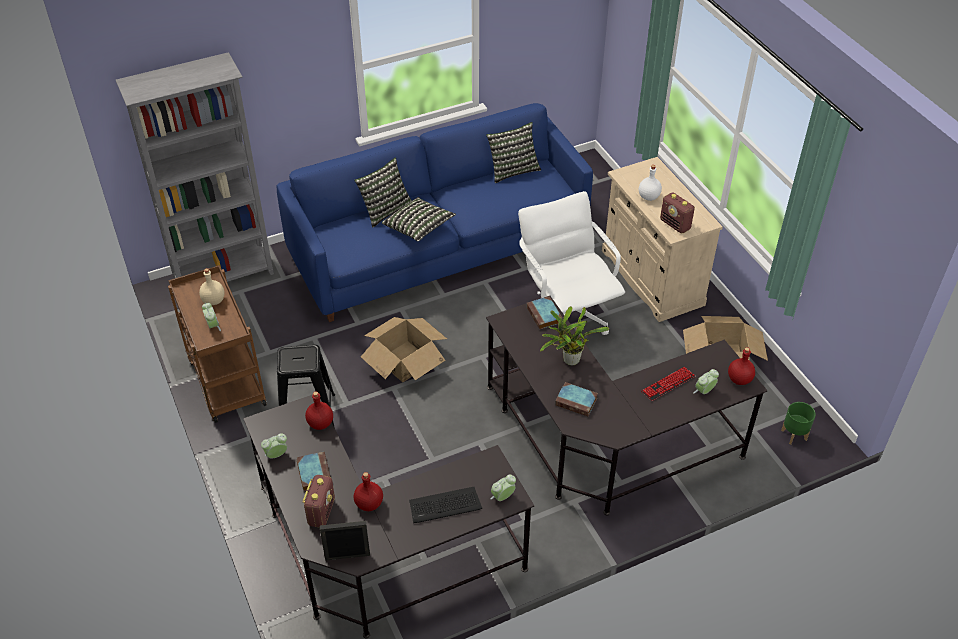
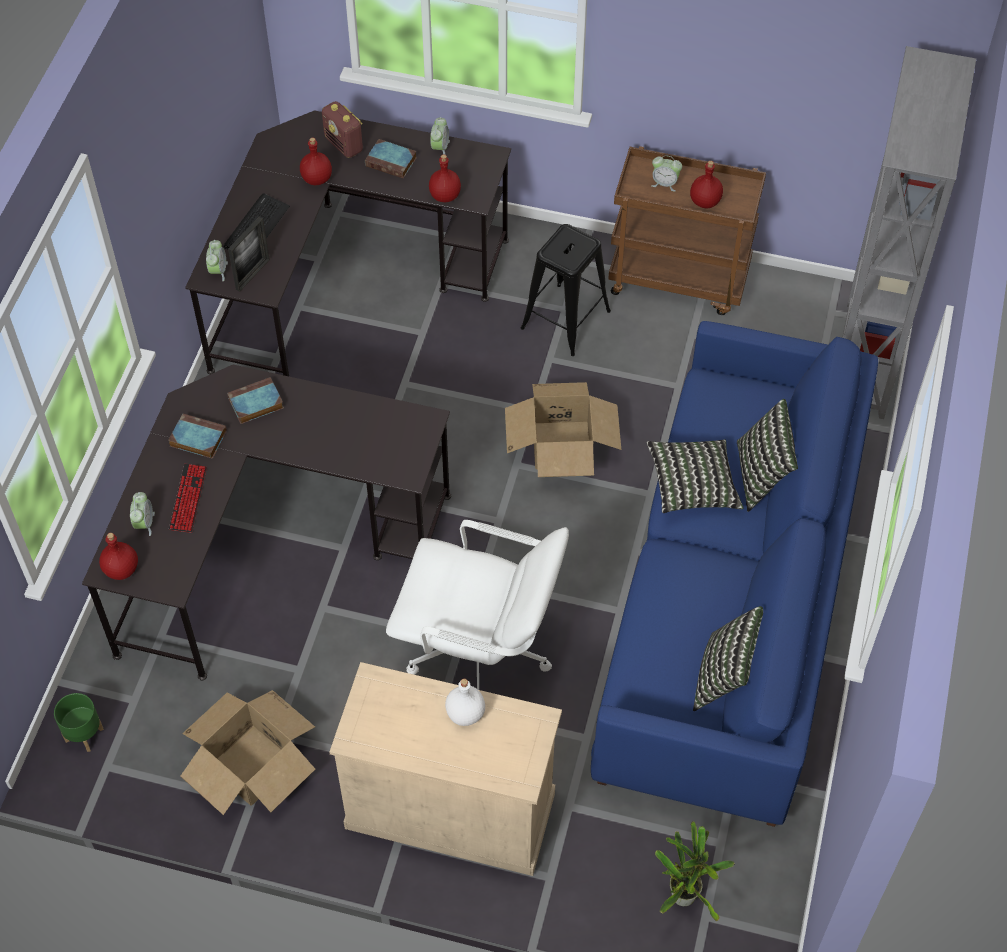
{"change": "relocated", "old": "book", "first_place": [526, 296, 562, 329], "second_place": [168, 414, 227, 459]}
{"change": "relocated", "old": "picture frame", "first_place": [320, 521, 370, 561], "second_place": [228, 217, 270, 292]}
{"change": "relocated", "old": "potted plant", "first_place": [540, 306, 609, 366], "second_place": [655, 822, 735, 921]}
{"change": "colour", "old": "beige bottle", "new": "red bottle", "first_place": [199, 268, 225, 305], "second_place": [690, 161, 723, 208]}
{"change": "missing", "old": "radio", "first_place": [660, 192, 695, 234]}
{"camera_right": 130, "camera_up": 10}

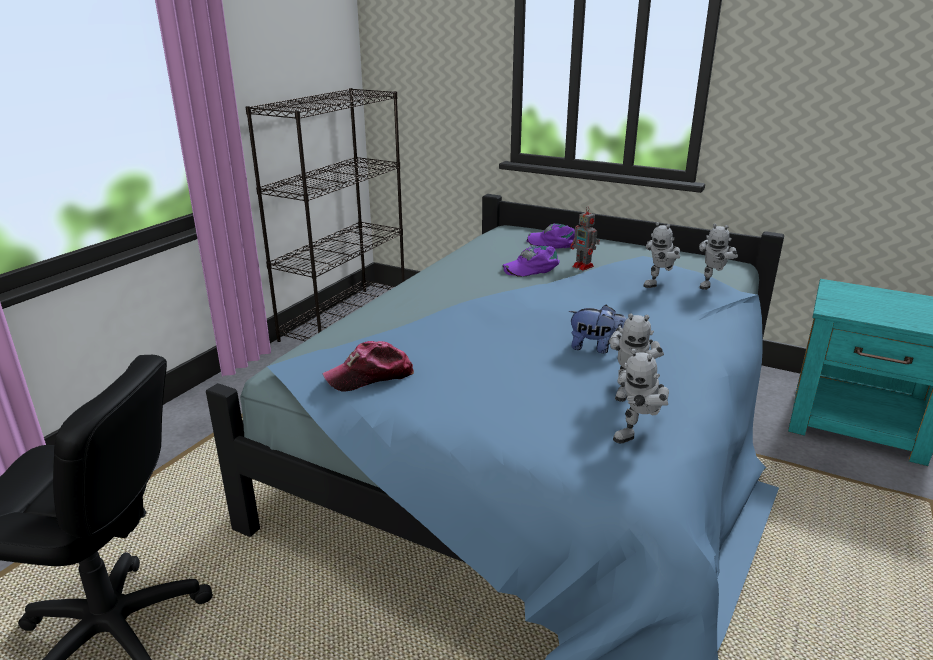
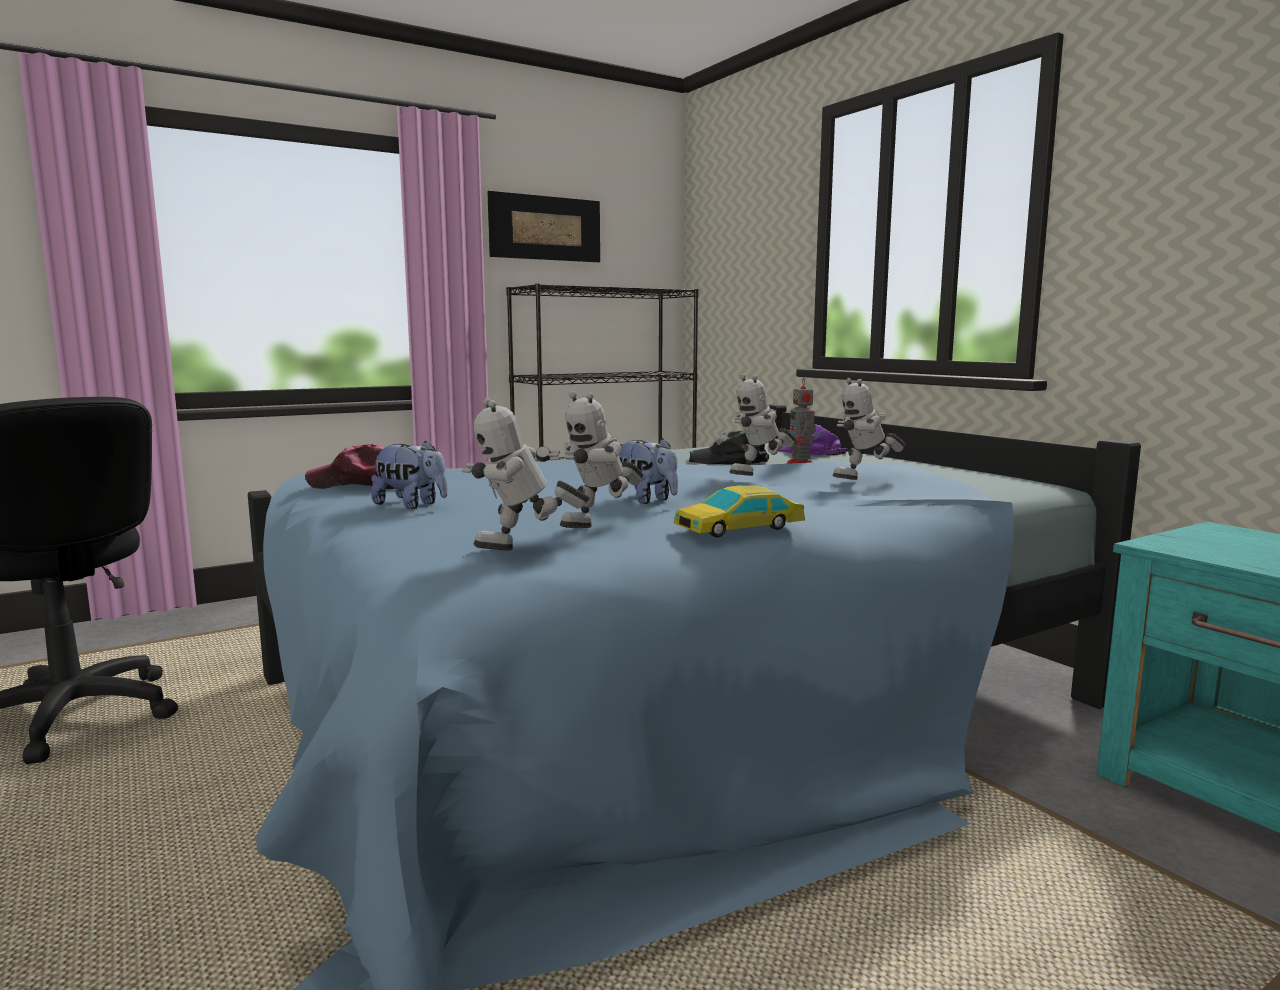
{"change": "appeared", "new": "plush toy", "second_place": [371, 441, 448, 509]}
{"change": "appeared", "new": "picture", "second_place": [487, 191, 600, 262]}
{"change": "appeared", "new": "toy car", "second_place": [674, 485, 805, 538]}
{"change": "colour", "old": "purple cap", "new": "black cap", "first_place": [503, 246, 560, 277], "second_place": [689, 431, 769, 464]}
{"change": "relocated", "old": "toy robot", "first_place": [699, 224, 738, 290], "second_place": [730, 374, 796, 476]}
{"camera_right": 30, "camera_up": -15}

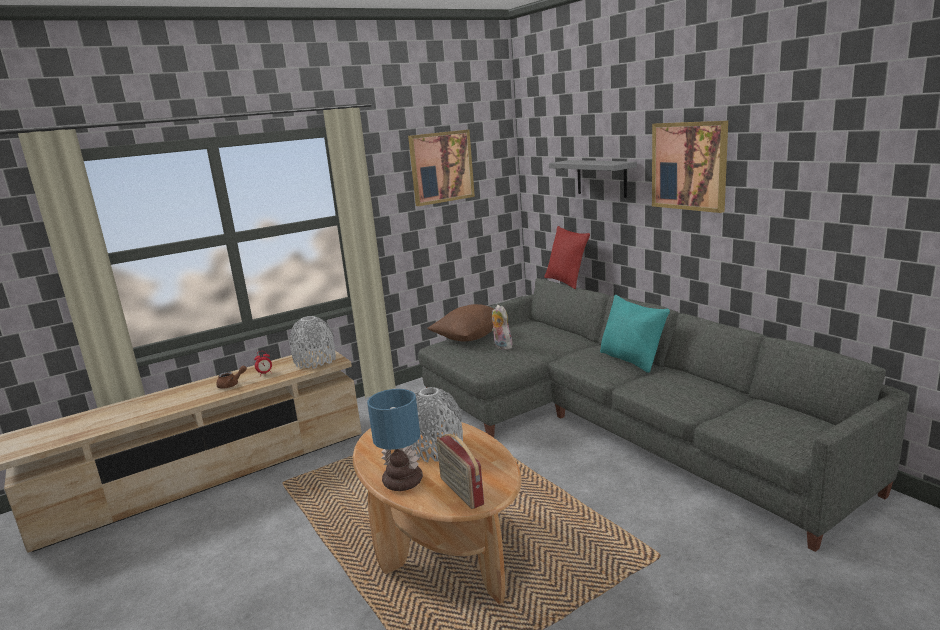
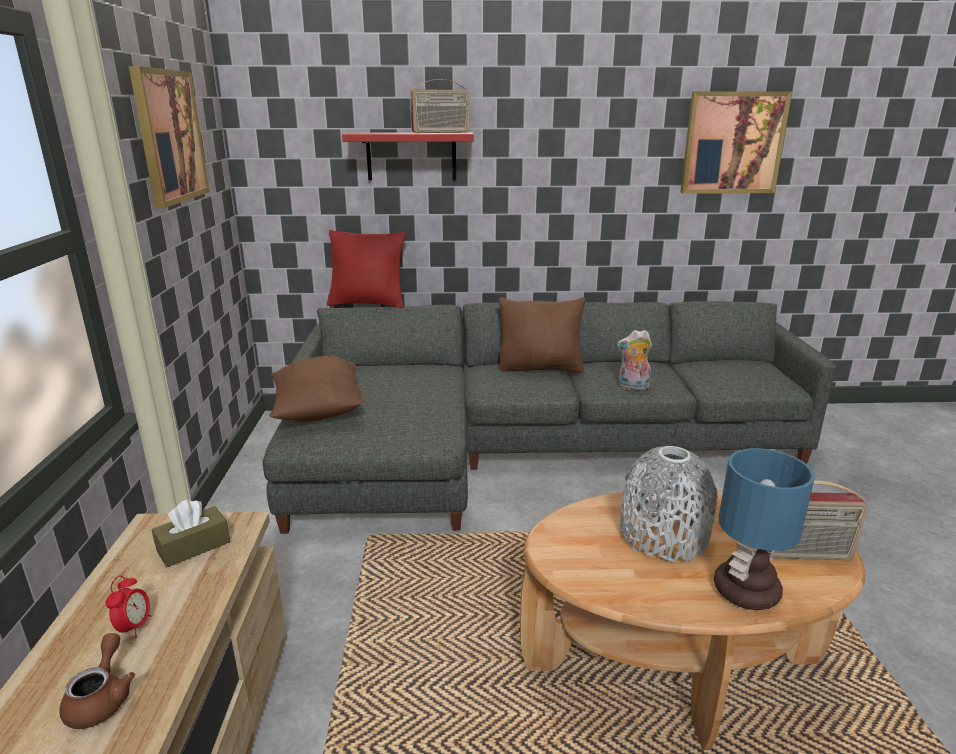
{"change": "exchanged", "old": "grey vase", "new": "brown tissue box", "first_place": [289, 316, 336, 369], "second_place": [152, 500, 230, 567]}
{"change": "colour", "old": "grey shelf", "new": "red shelf", "first_place": [549, 160, 637, 198], "second_place": [342, 132, 474, 180]}
{"change": "appeared", "new": "radio", "second_place": [410, 79, 470, 133]}
{"change": "colour", "old": "turquoise pillow", "new": "brown pillow", "first_place": [600, 295, 670, 373], "second_place": [499, 297, 586, 373]}
{"change": "relocated", "old": "plush toy", "first_place": [492, 305, 512, 350], "second_place": [617, 330, 652, 390]}
{"change": "relocated", "old": "picture", "first_place": [652, 121, 728, 213], "second_place": [680, 91, 792, 194]}
{"camera_right": -60, "camera_up": 5}

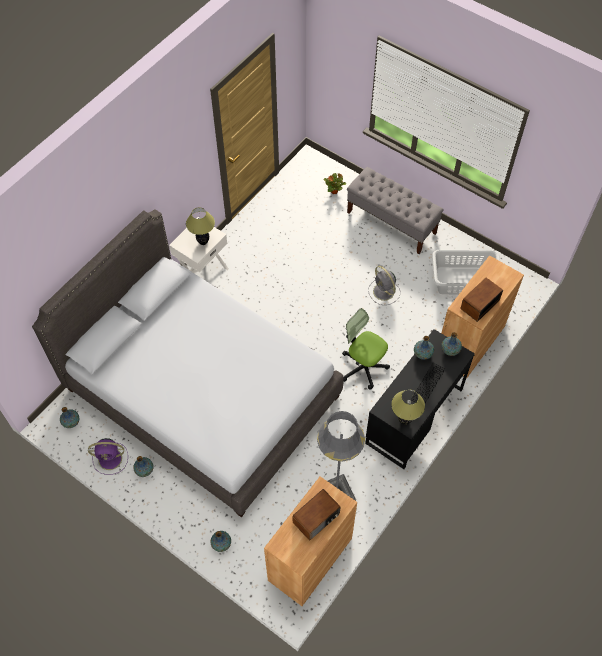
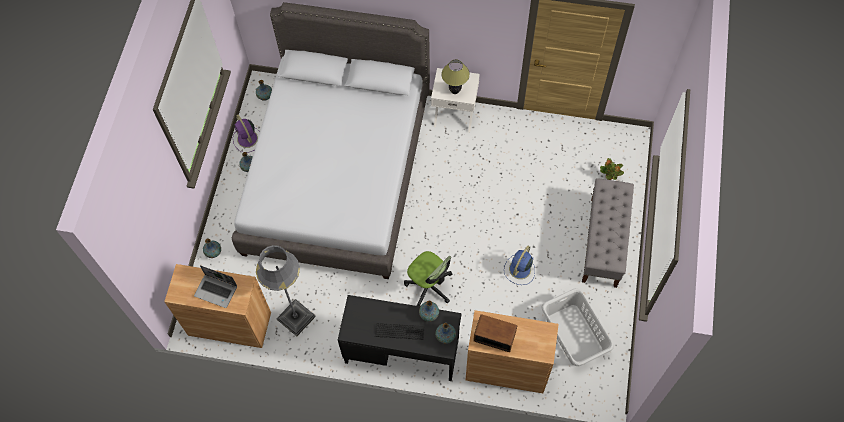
{"change": "exchanged", "old": "radio", "new": "laptop", "first_place": [292, 489, 341, 541], "second_place": [194, 265, 237, 308]}
{"change": "spun", "old": "office chair", "first_place": [342, 308, 390, 389], "second_place": [404, 251, 452, 306], "degrees": 120}
{"change": "colour", "old": "grey fan", "new": "blue fan", "first_place": [368, 266, 401, 305], "second_place": [504, 246, 535, 285]}
{"change": "missing", "old": "table lamp", "first_place": [391, 389, 425, 425]}
{"camera_right": 65, "camera_up": 5}

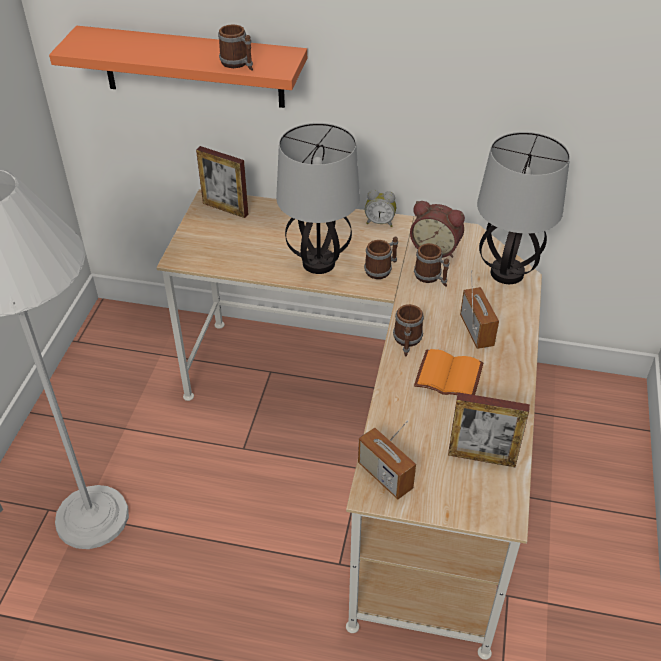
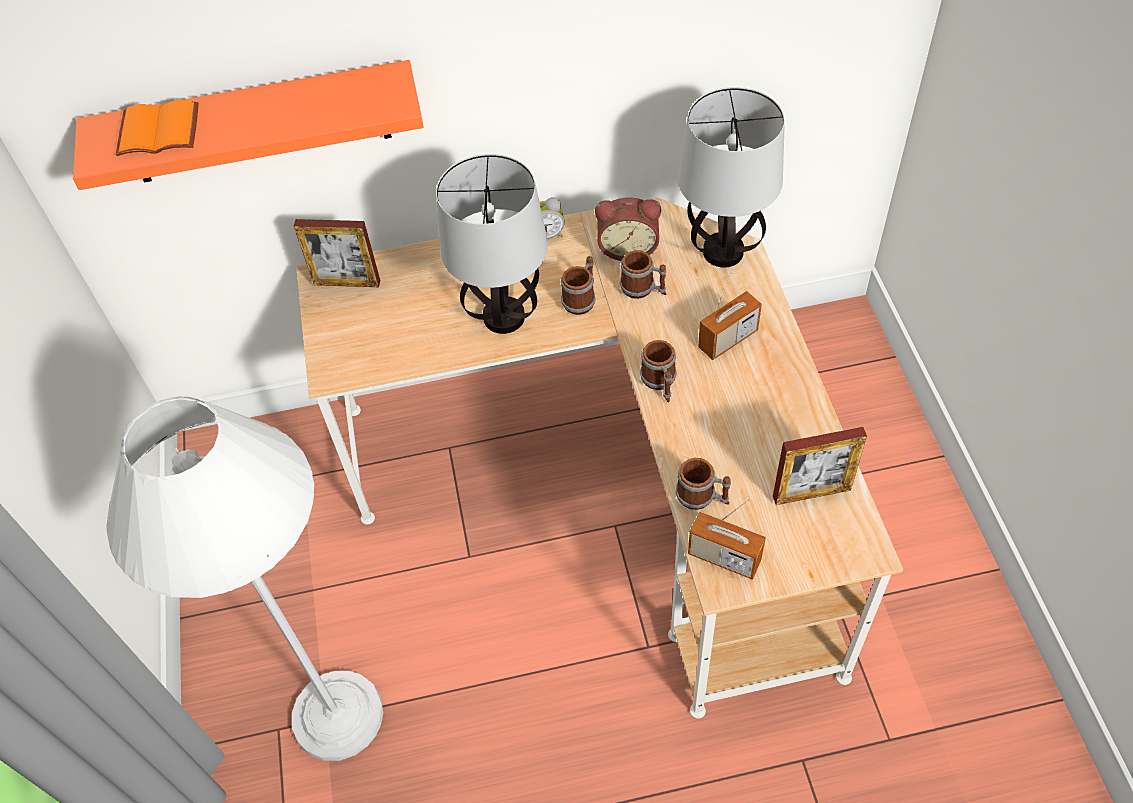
{"change": "relocated", "old": "orange book", "first_place": [414, 349, 483, 395], "second_place": [116, 100, 199, 156]}
{"change": "relocated", "old": "mug", "first_place": [218, 24, 253, 71], "second_place": [676, 458, 731, 510]}
{"change": "spun", "old": "radio", "first_place": [460, 270, 499, 349], "second_place": [698, 266, 762, 360], "degrees": 90}
{"camera_right": -20, "camera_up": 10}

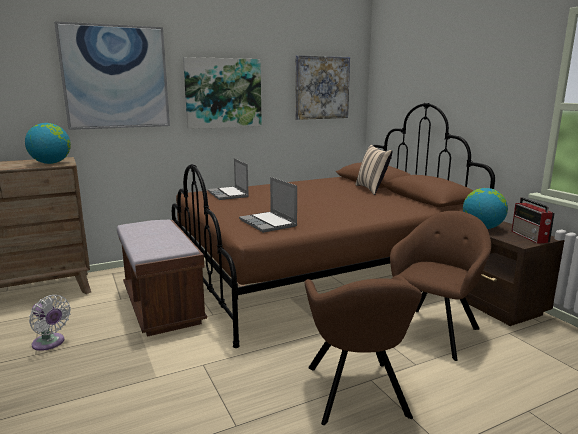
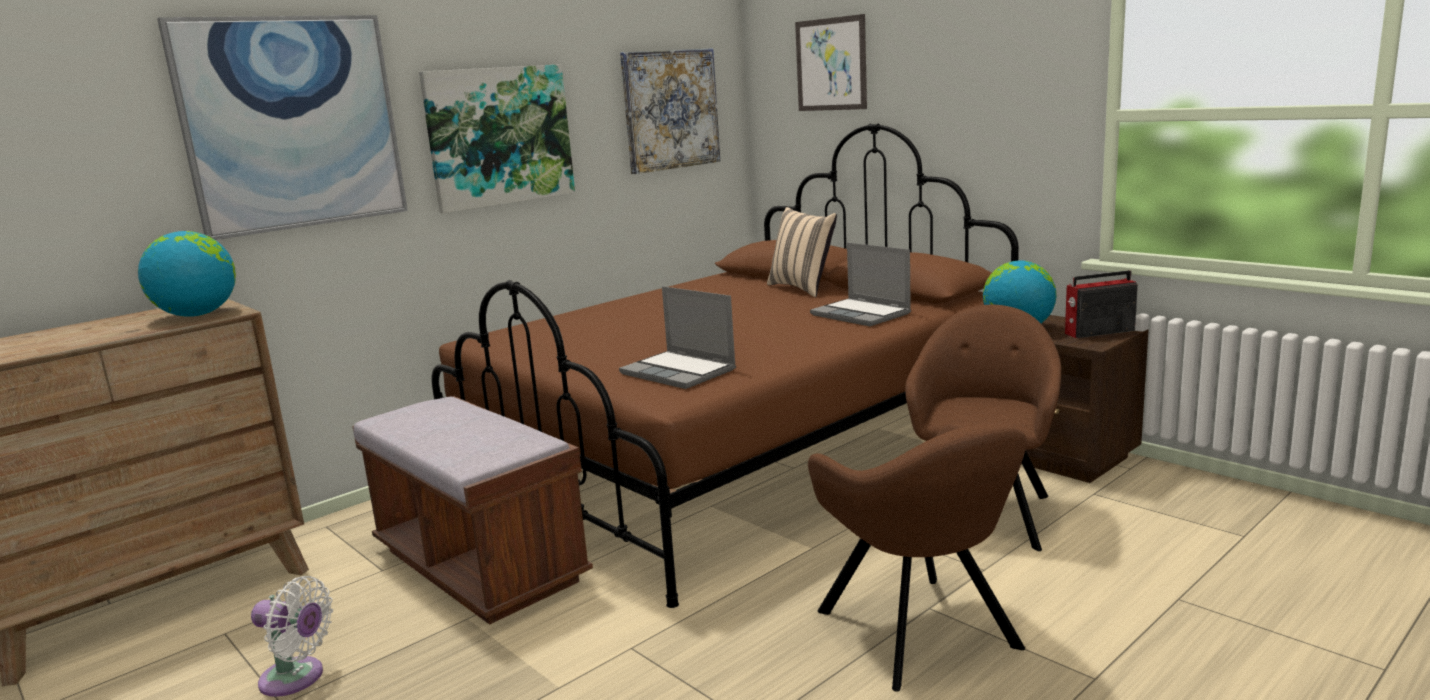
{"change": "appeared", "new": "picture", "second_place": [795, 14, 867, 111]}
{"change": "relocated", "old": "laptop", "first_place": [208, 158, 249, 200], "second_place": [810, 242, 911, 326]}
{"change": "spun", "old": "radio", "first_place": [512, 197, 555, 244], "second_place": [1065, 270, 1138, 338], "degrees": 105}
{"camera_right": -15, "camera_up": 0}

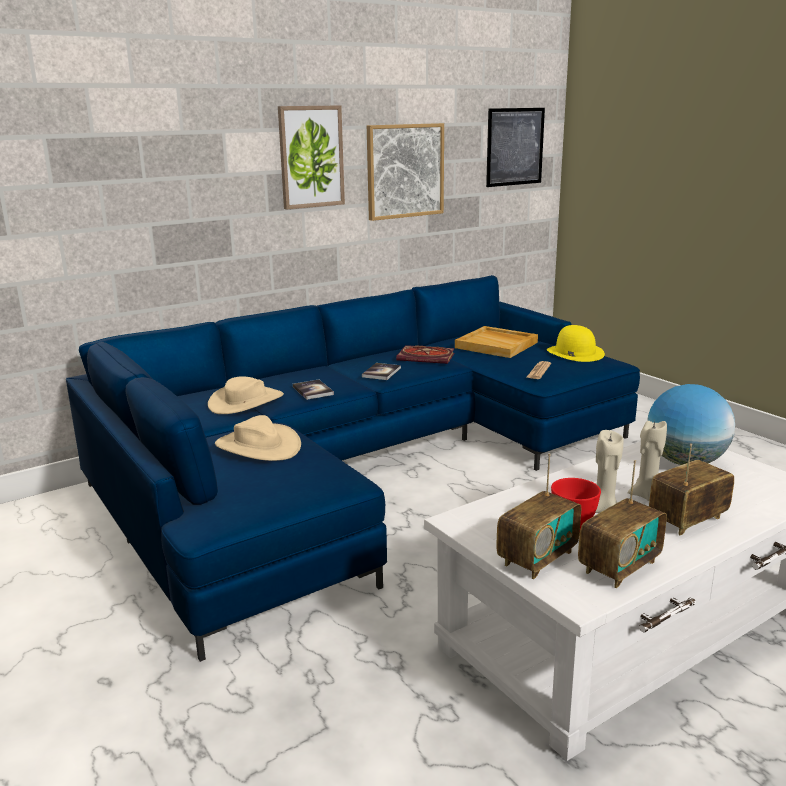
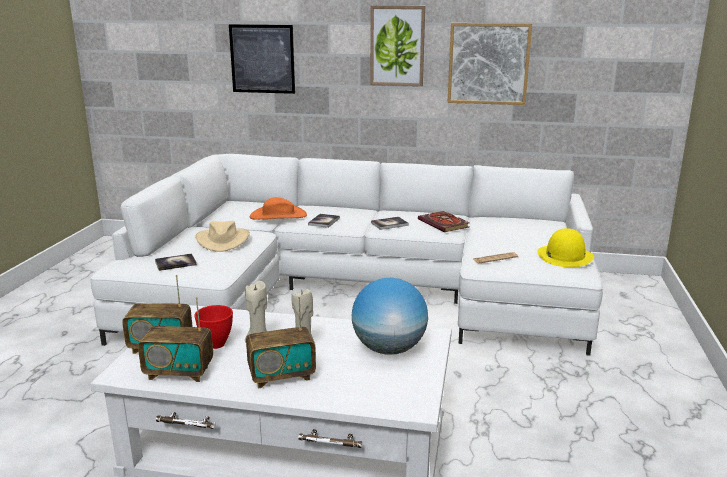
{"change": "colour", "old": "blue sofa", "new": "white sofa", "first_place": [66, 275, 640, 662], "second_place": [91, 154, 603, 356]}
{"change": "appeared", "new": "book", "second_place": [155, 253, 197, 271]}
{"change": "relocated", "old": "picture", "first_place": [486, 108, 545, 187], "second_place": [229, 24, 295, 94]}
{"change": "spun", "old": "radio", "first_place": [649, 444, 734, 535], "second_place": [246, 296, 316, 388], "degrees": 150}
{"change": "colour", "old": "beige hat", "new": "orange hat", "first_place": [208, 376, 284, 414], "second_place": [250, 197, 307, 220]}
{"change": "missing", "old": "beige tray", "first_place": [455, 326, 538, 358]}
{"camera_right": 45, "camera_up": 0}

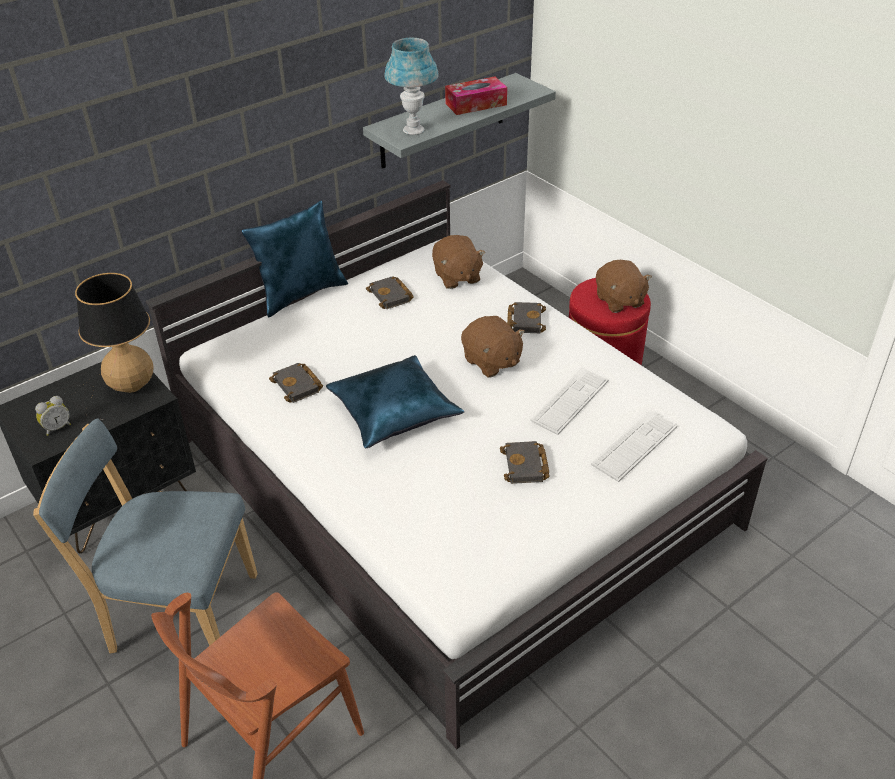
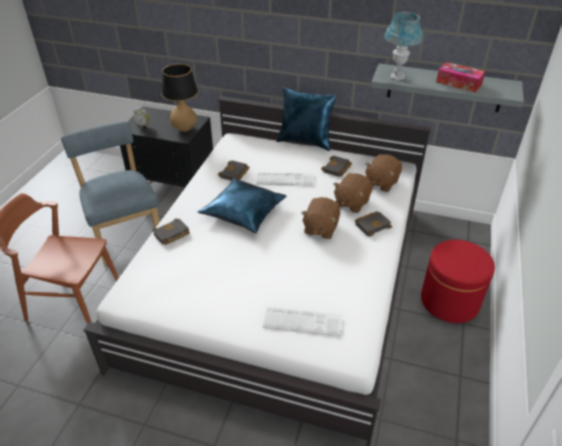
{"change": "relocated", "old": "black book", "first_place": [500, 441, 550, 484], "second_place": [152, 219, 190, 245]}
{"change": "relocated", "old": "keyboard", "first_place": [530, 368, 608, 435], "second_place": [256, 172, 314, 186]}
{"change": "relocated", "old": "brown plush toy", "first_place": [596, 260, 652, 313], "second_place": [334, 173, 372, 213]}
{"camera_right": 55, "camera_up": 0}

